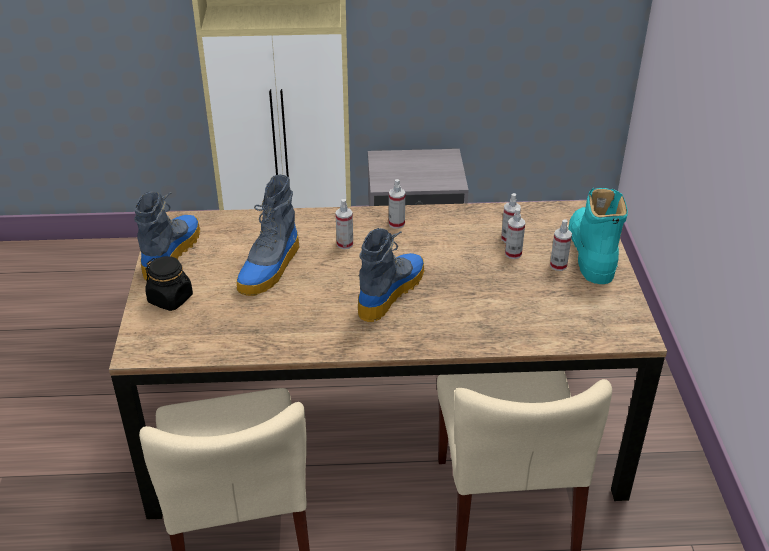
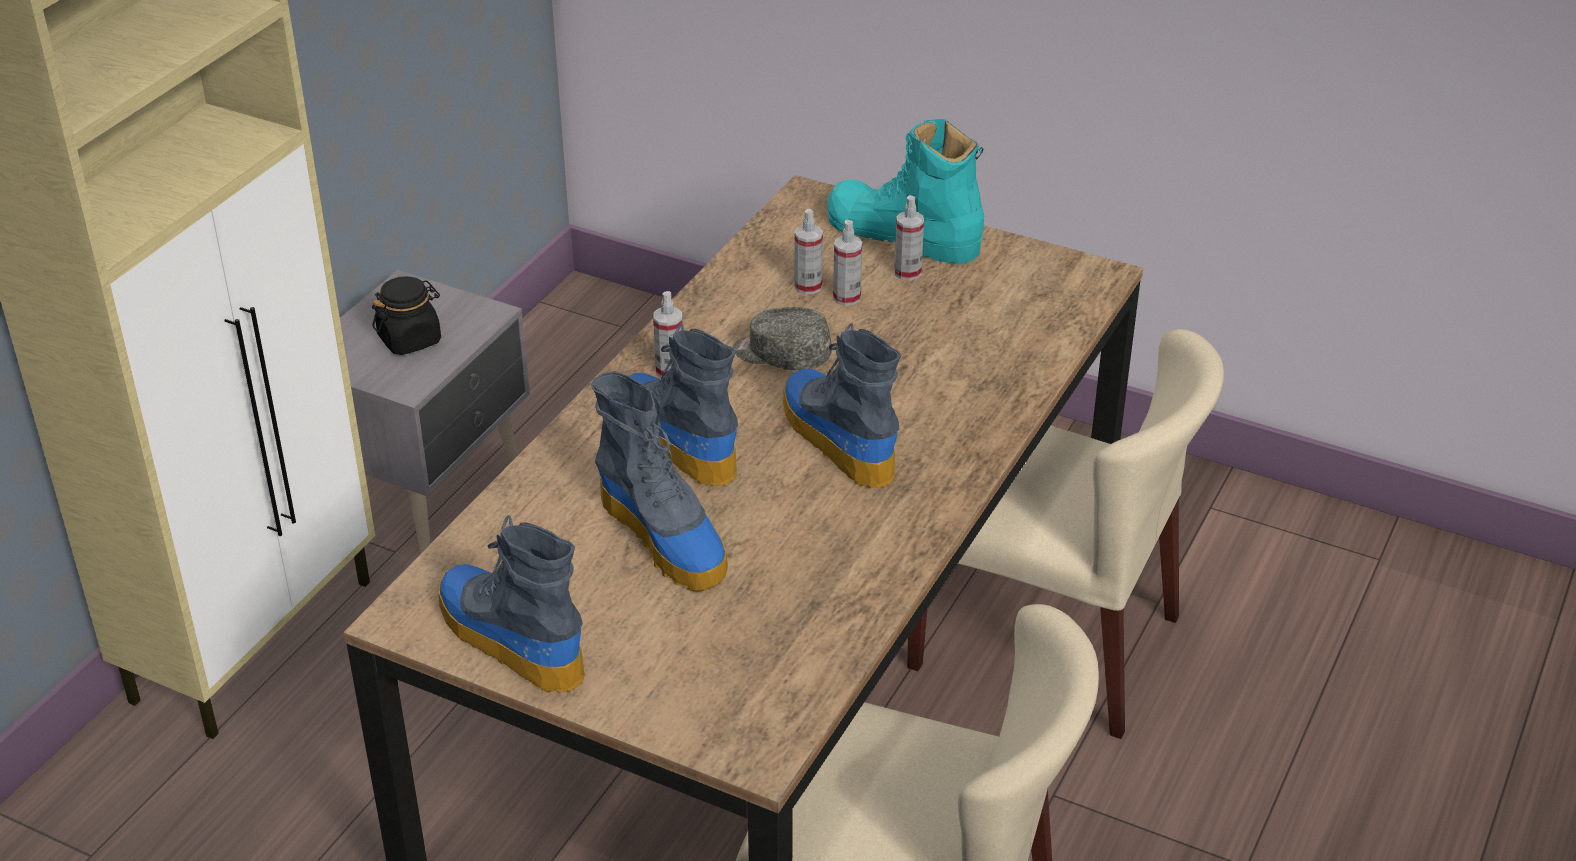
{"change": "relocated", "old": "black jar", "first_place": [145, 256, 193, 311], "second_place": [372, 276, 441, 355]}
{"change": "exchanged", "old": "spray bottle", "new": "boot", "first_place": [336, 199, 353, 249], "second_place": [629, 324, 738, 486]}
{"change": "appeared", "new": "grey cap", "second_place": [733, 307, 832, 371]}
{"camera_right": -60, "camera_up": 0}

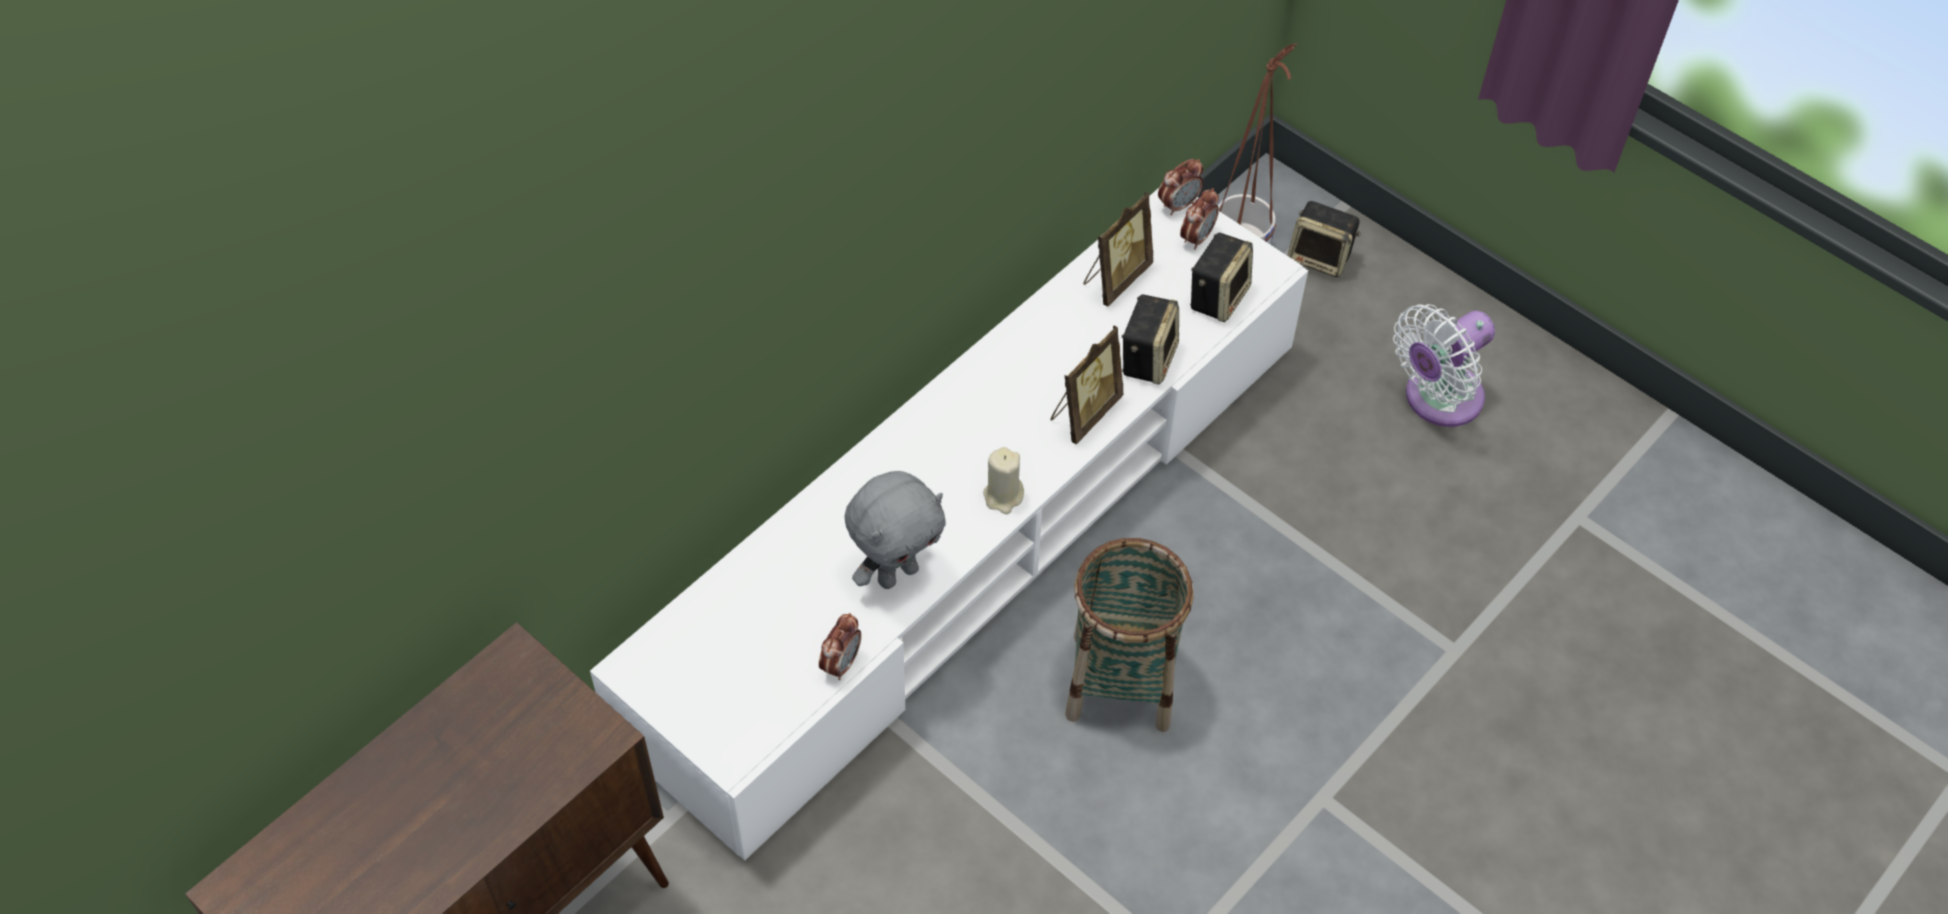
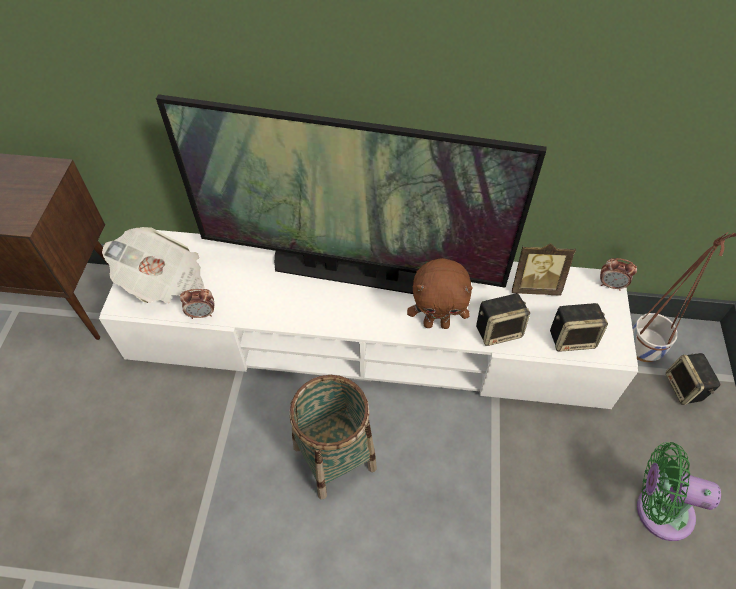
{"change": "appeared", "new": "newspaper", "second_place": [102, 227, 204, 303]}
{"change": "appeared", "new": "television", "second_place": [156, 94, 546, 294]}
{"change": "exchanged", "old": "picture frame", "new": "brown plush toy", "first_place": [1051, 325, 1123, 444], "second_place": [407, 258, 473, 329]}
{"change": "colour", "old": "white fan", "new": "green fan", "first_place": [1393, 304, 1495, 427], "second_place": [637, 442, 721, 541]}
{"change": "missing", "old": "grey plush toy", "first_place": [845, 471, 946, 589]}
{"change": "missing", "old": "beige candle", "first_place": [983, 447, 1024, 514]}
{"change": "missing", "old": "alarm clock", "first_place": [1180, 188, 1219, 250]}
{"camera_right": 55, "camera_up": 0}

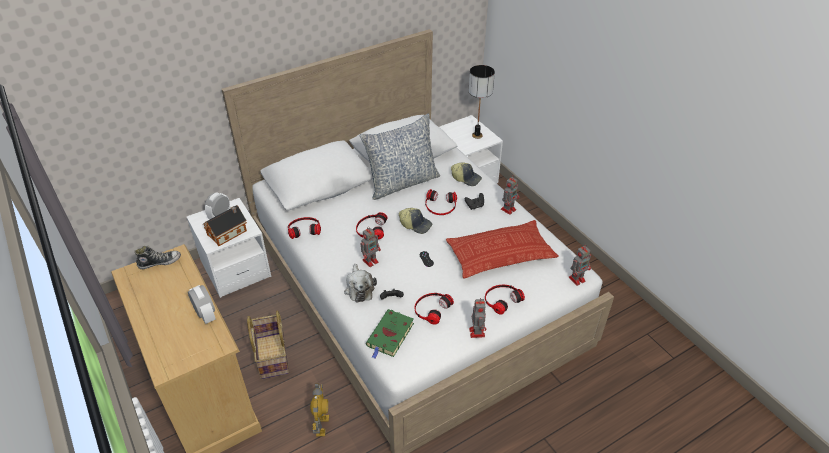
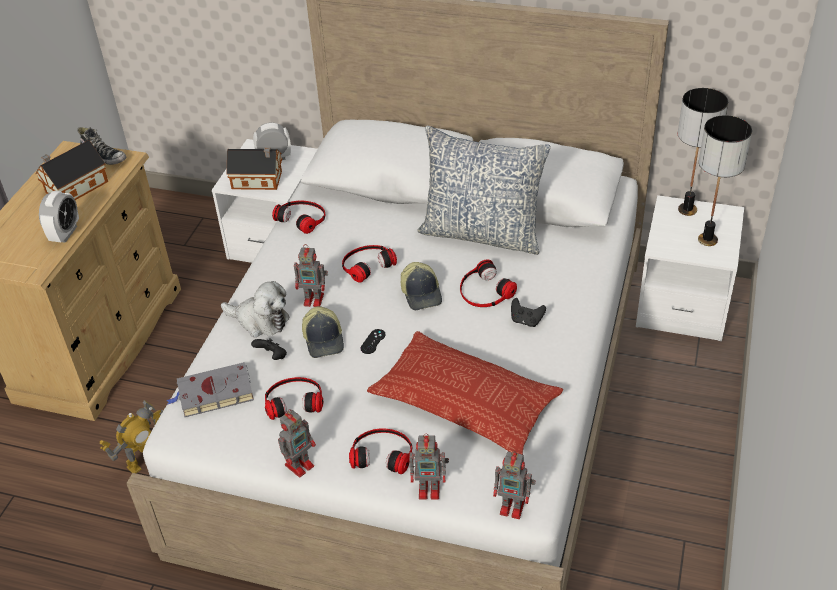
{"change": "appeared", "new": "toy house", "second_place": [35, 140, 108, 200]}
{"change": "colour", "old": "green book", "new": "grey book", "first_place": [366, 309, 414, 359], "second_place": [167, 362, 254, 417]}
{"change": "spun", "old": "plush toy", "first_place": [344, 264, 377, 303], "second_place": [221, 281, 289, 337], "degrees": -105}
{"change": "relocated", "old": "cap", "first_place": [451, 162, 482, 186], "second_place": [302, 306, 344, 358]}
{"change": "relocated", "old": "toy robot", "first_place": [501, 176, 519, 215], "second_place": [410, 434, 449, 500]}
{"change": "appeared", "new": "table lamp", "second_place": [678, 88, 728, 216]}
{"change": "missing", "old": "basket", "first_place": [247, 310, 289, 379]}
{"camera_right": 50, "camera_up": 0}

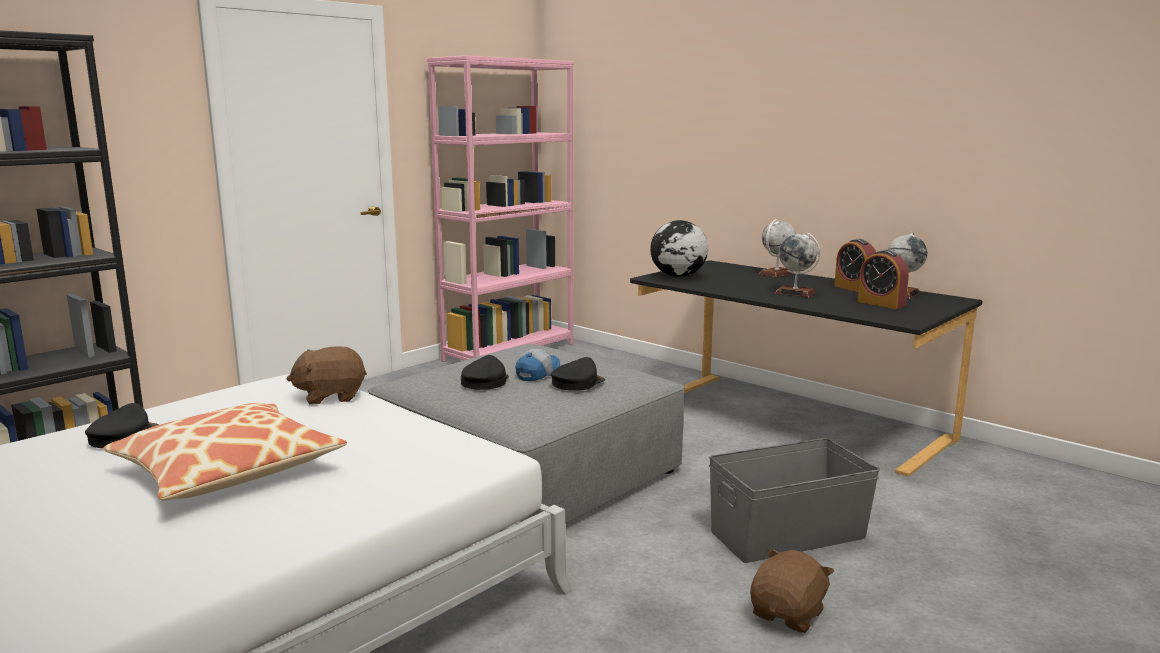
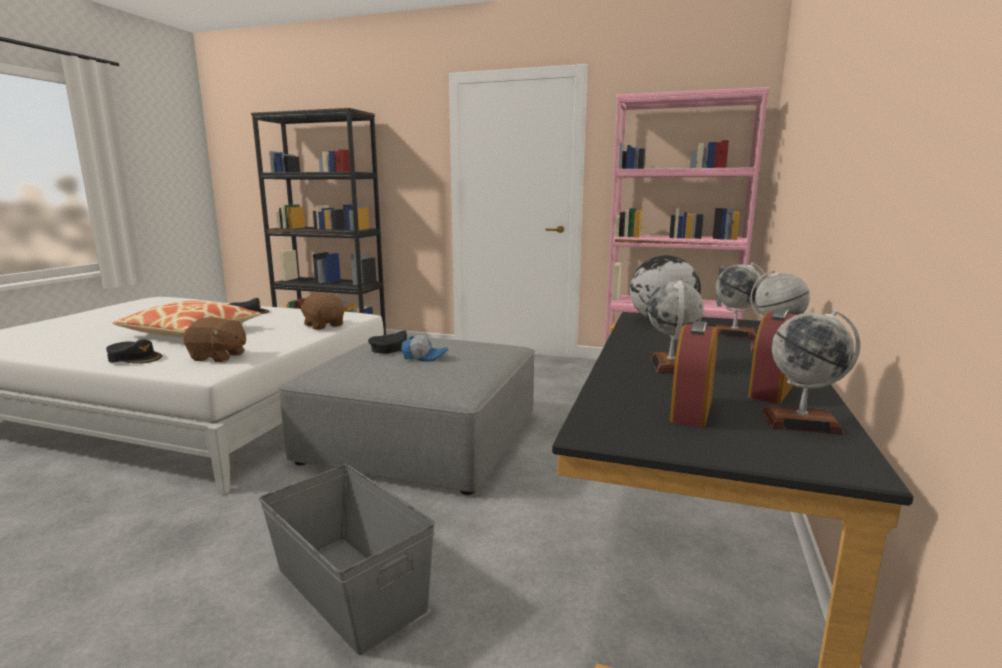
{"change": "relocated", "old": "black cap", "first_place": [551, 357, 605, 391], "second_place": [106, 339, 162, 364]}
{"change": "relocated", "old": "brown plush toy", "first_place": [750, 548, 835, 633], "second_place": [183, 317, 246, 362]}
{"change": "appeared", "new": "globe", "second_place": [715, 263, 767, 339]}
{"camera_right": 65, "camera_up": 0}

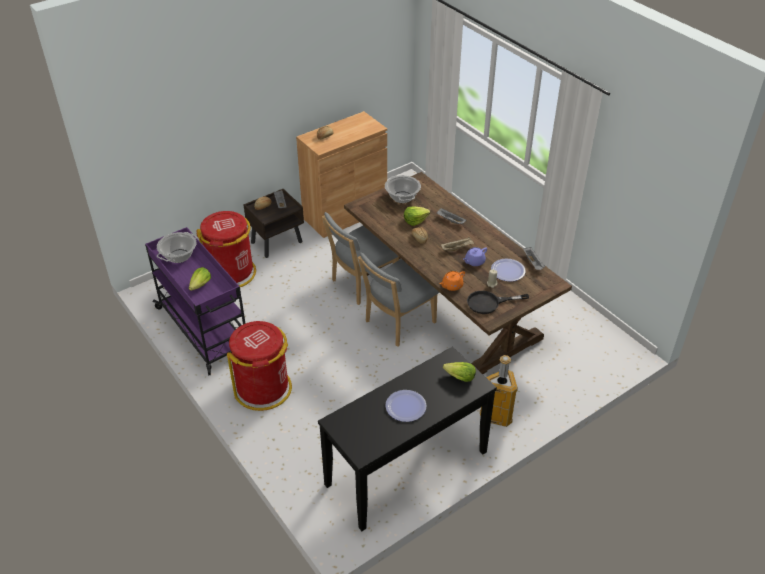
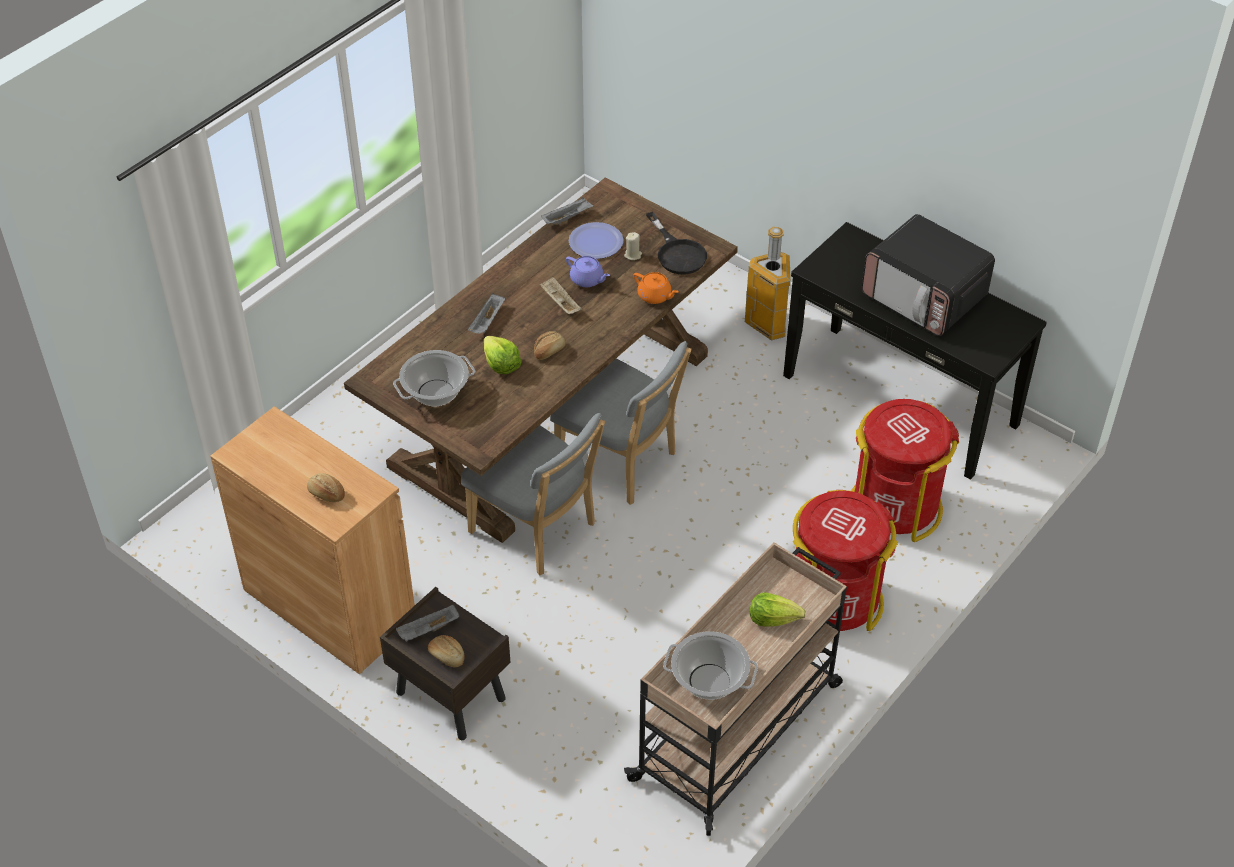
{"change": "colour", "old": "purple cart", "new": "beige cart", "first_place": [145, 227, 246, 375], "second_place": [624, 542, 847, 836]}
{"change": "relocated", "old": "red trash can", "first_place": [196, 211, 256, 287], "second_place": [851, 399, 959, 542]}
{"change": "exchanged", "old": "plate", "new": "microwave", "first_place": [385, 390, 426, 422], "second_place": [862, 214, 995, 336]}
{"change": "missing", "old": "lettuce", "first_place": [443, 362, 476, 382]}
{"camera_right": -105, "camera_up": 5}

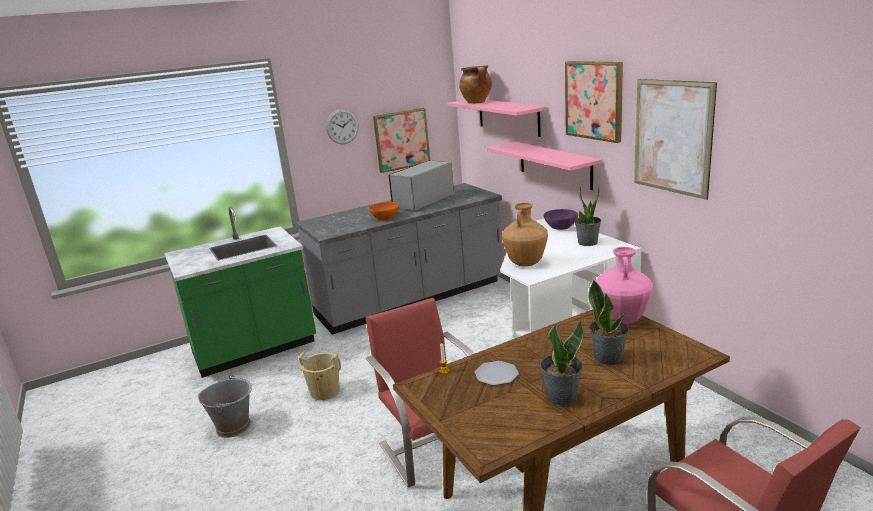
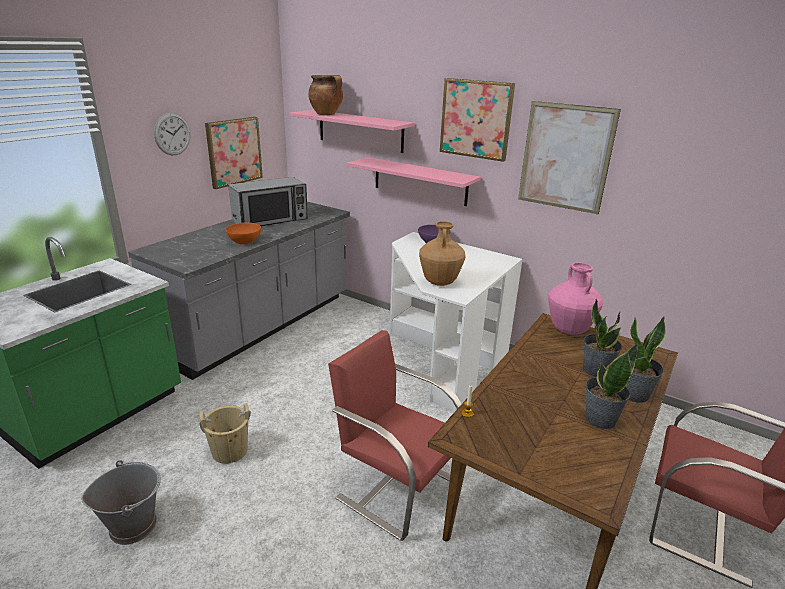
{"change": "spun", "old": "microwave", "first_place": [388, 161, 454, 211], "second_place": [228, 177, 308, 226], "degrees": -135}
{"change": "relocated", "old": "potted plant", "first_place": [574, 186, 601, 246], "second_place": [626, 317, 666, 403]}
{"change": "missing", "old": "plate", "first_place": [475, 361, 519, 386]}
{"camera_right": -30, "camera_up": 5}

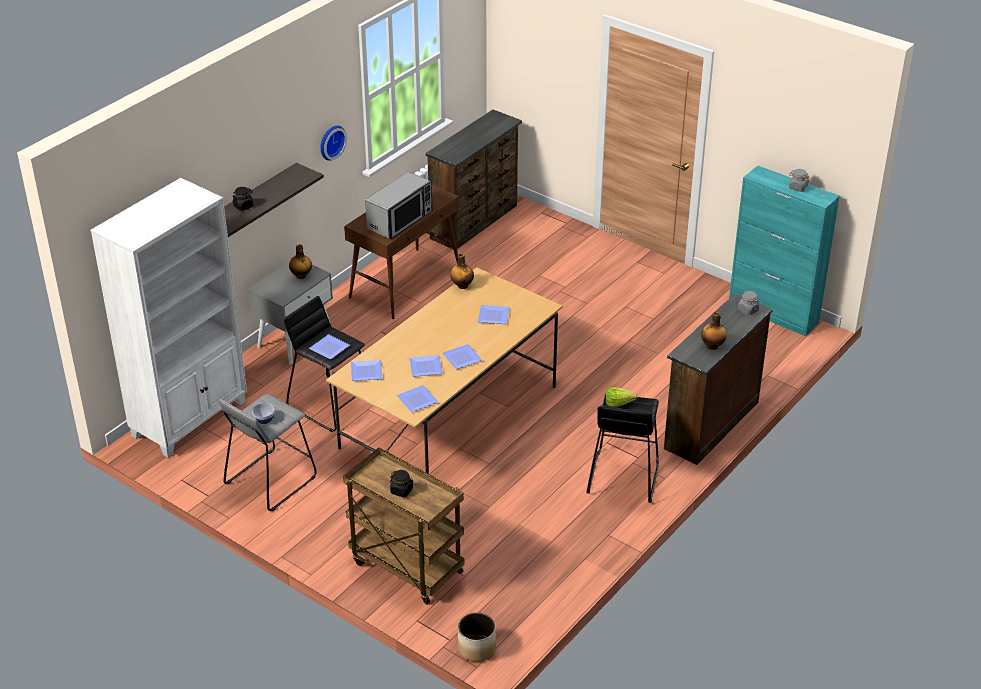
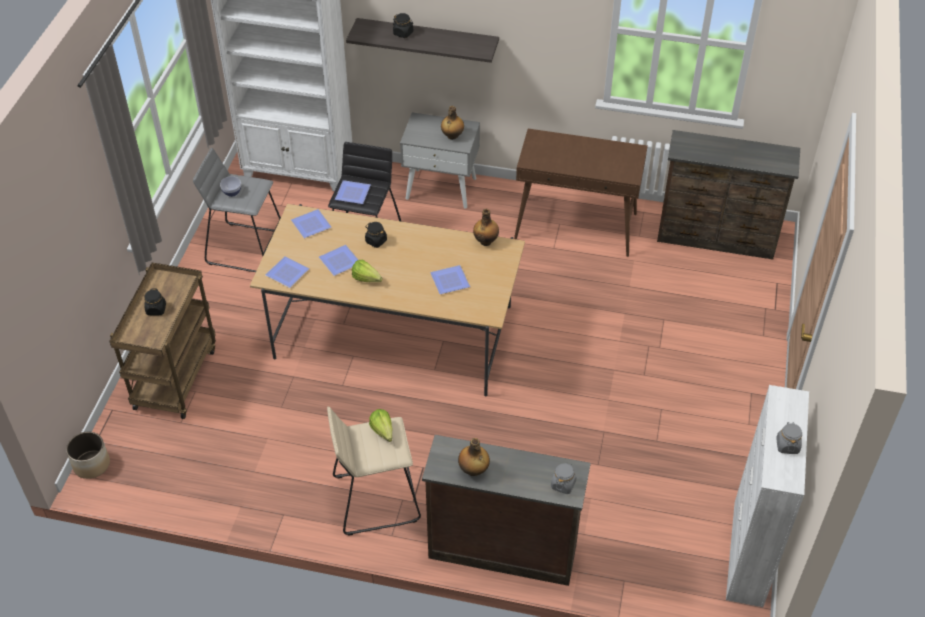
{"change": "colour", "old": "black stool", "new": "beige stool", "first_place": [586, 394, 659, 503], "second_place": [327, 406, 421, 536]}
{"change": "exchanged", "old": "plate", "new": "lettuce", "first_place": [443, 344, 482, 369], "second_place": [352, 260, 382, 282]}
{"change": "appeared", "new": "black jar", "second_place": [365, 222, 387, 248]}
{"change": "colour", "old": "turquoise cabinet", "new": "white cabinet", "first_place": [729, 166, 840, 336], "second_place": [726, 385, 809, 607]}
{"change": "missing", "old": "wall clock", "first_place": [321, 126, 347, 161]}
{"change": "missing", "old": "microwave", "first_place": [365, 172, 433, 239]}
{"camera_right": 65, "camera_up": 10}

